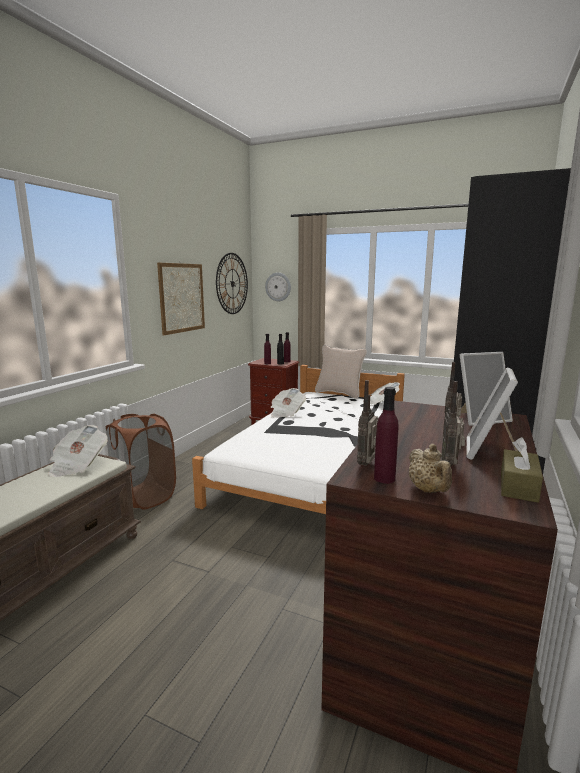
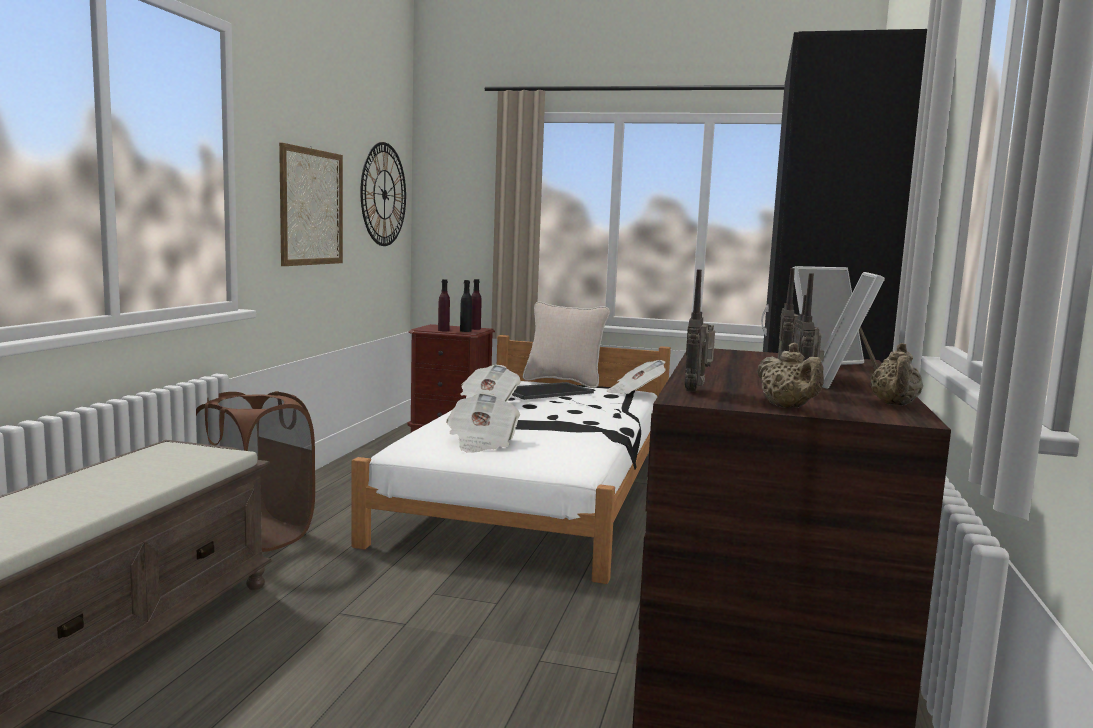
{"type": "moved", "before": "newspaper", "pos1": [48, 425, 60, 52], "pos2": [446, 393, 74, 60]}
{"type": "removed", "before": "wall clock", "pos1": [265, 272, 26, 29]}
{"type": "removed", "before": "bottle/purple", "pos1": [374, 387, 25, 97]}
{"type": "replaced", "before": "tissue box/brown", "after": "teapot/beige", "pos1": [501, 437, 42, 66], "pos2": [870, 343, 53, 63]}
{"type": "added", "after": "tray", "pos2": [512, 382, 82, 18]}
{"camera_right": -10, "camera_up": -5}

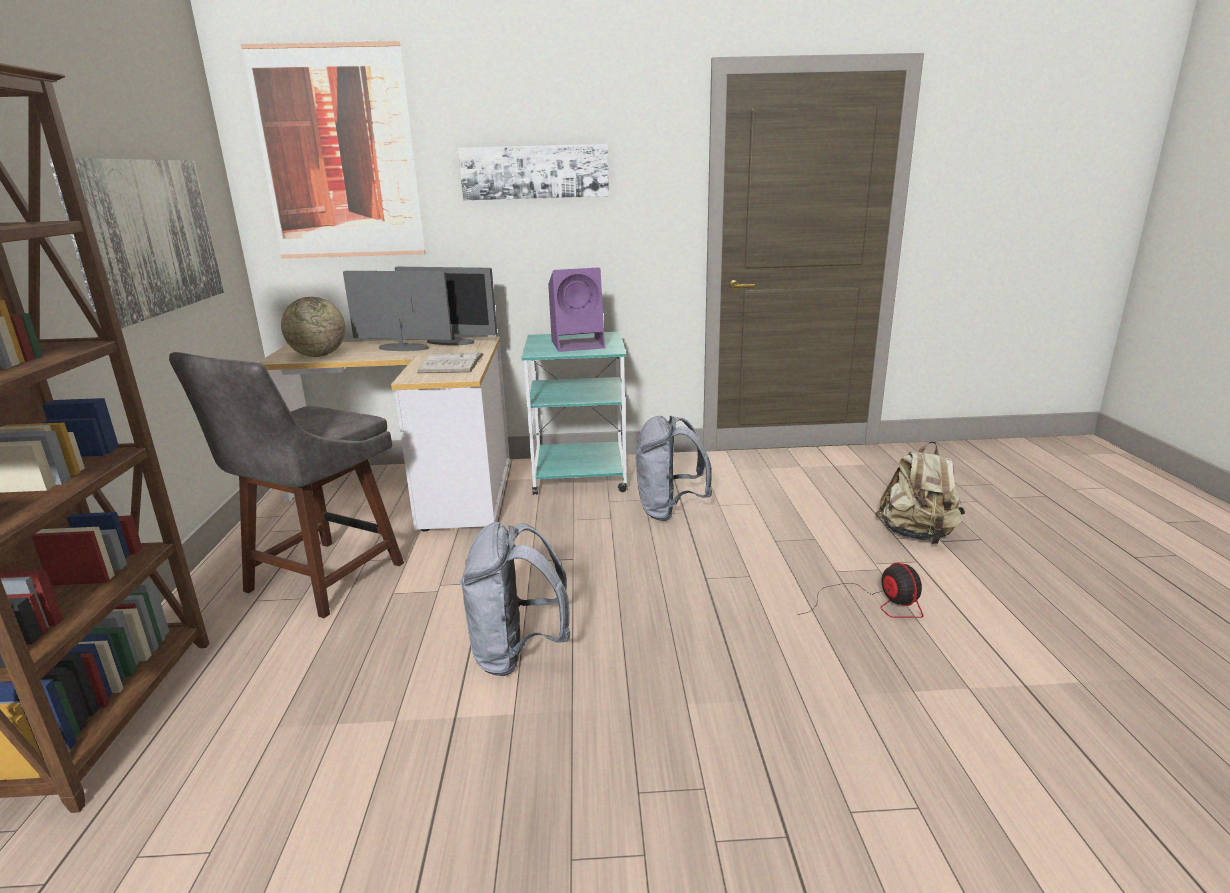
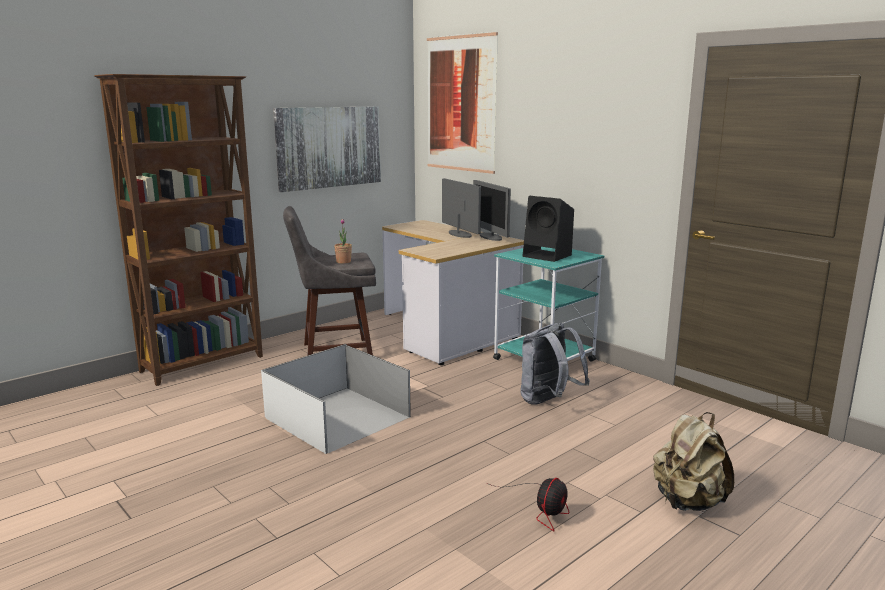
{"type": "removed", "before": "globe", "pos1": [281, 297, 64, 60]}
{"type": "removed", "before": "book/white", "pos1": [417, 349, 67, 24]}
{"type": "removed", "before": "picture", "pos1": [458, 144, 151, 56]}
{"type": "replaced", "before": "backpack/grey", "after": "storage box/white", "pos1": [460, 522, 110, 154], "pos2": [261, 344, 150, 110]}
{"type": "recoloured", "before": "speaker/purple", "after": "speaker/black", "pos1": [548, 267, 57, 85], "pos2": [523, 196, 51, 66]}
{"type": "added", "after": "potted plant", "pos2": [334, 219, 18, 45]}
{"camera_right": 50, "camera_up": -5}

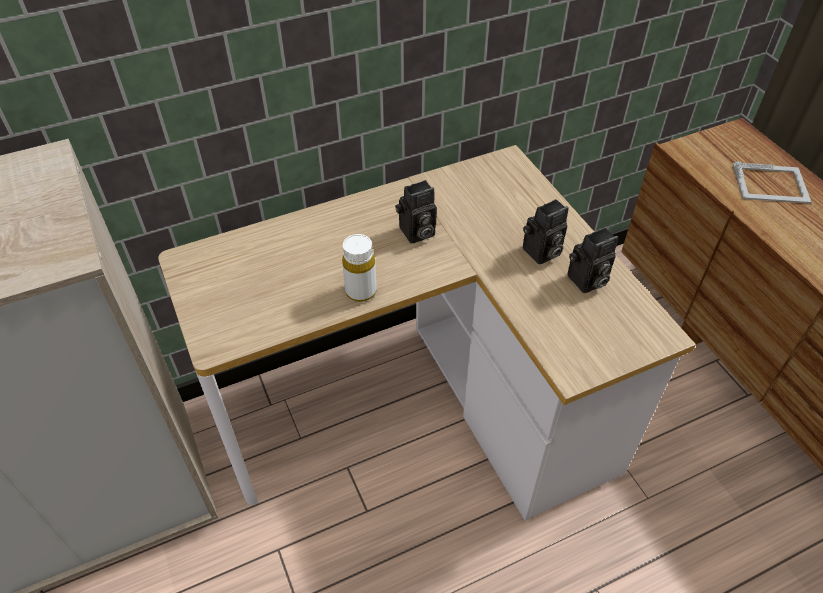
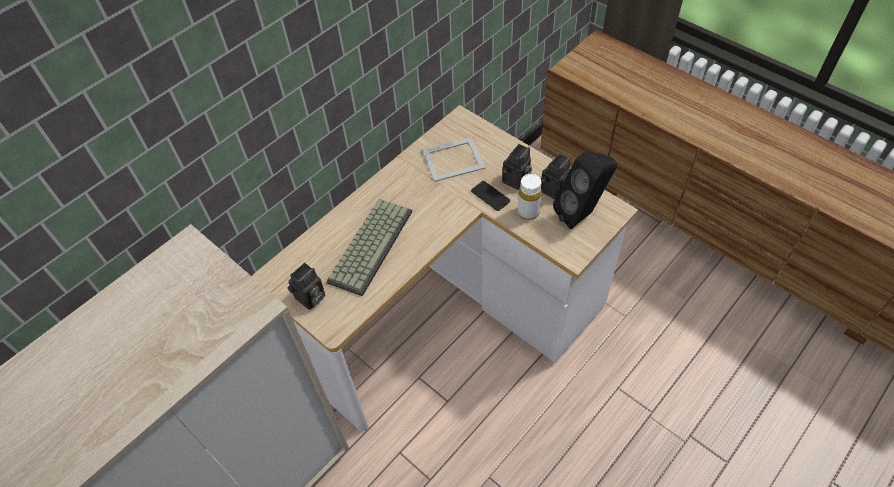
{"type": "moved", "before": "bottle/white", "pos1": [342, 234, 35, 68], "pos2": [518, 174, 24, 46]}
{"type": "moved", "before": "photo camera", "pos1": [395, 180, 42, 64], "pos2": [287, 263, 38, 47]}
{"type": "moved", "before": "picture frame", "pos1": [733, 161, 78, 43], "pos2": [422, 138, 63, 44]}
{"type": "added", "after": "keyboard", "pos2": [326, 199, 86, 97]}
{"type": "added", "after": "phone", "pos2": [471, 181, 39, 30]}
{"type": "added", "after": "speaker/black", "pos2": [553, 151, 64, 78]}
{"camera_right": -20, "camera_up": 5}

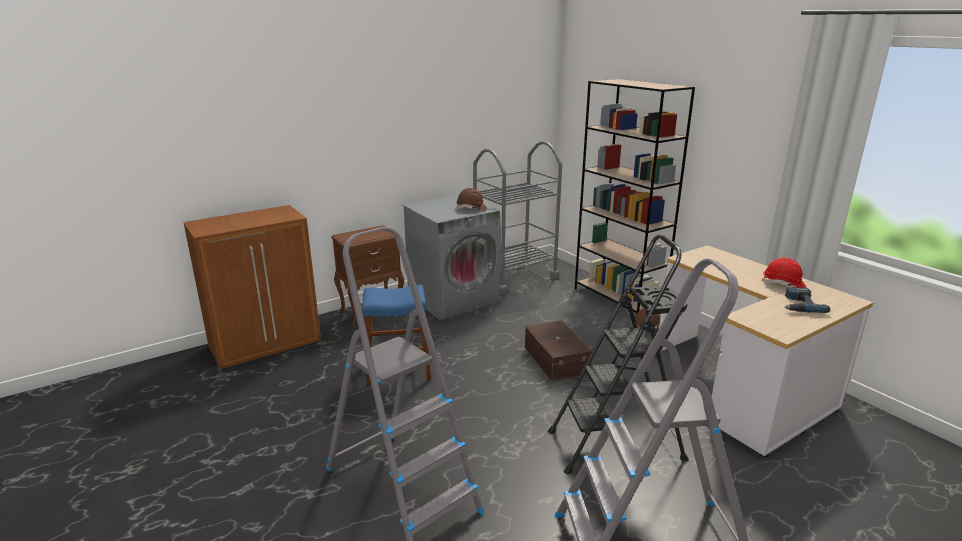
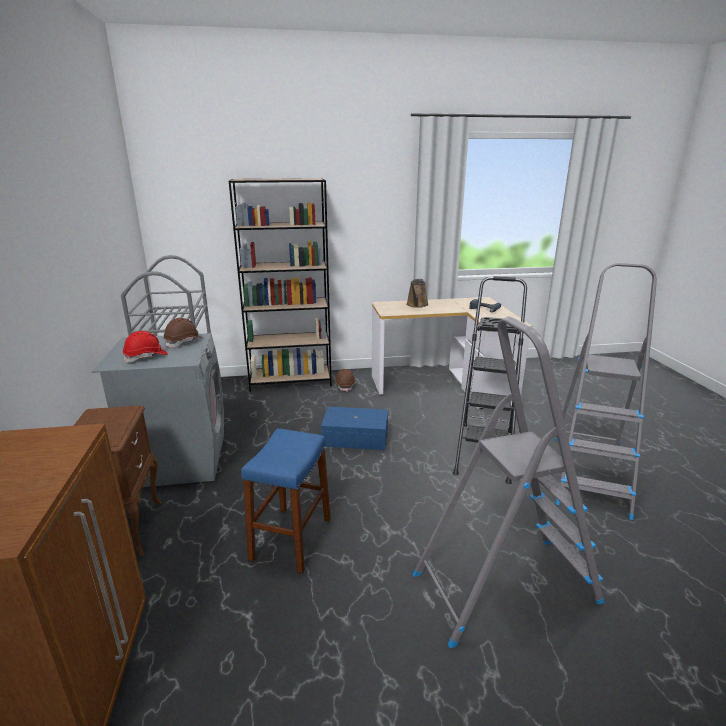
{"type": "recoloured", "before": "storage box/brown", "after": "storage box/blue", "pos1": [525, 320, 67, 61], "pos2": [321, 407, 67, 43]}
{"type": "moved", "before": "hard hat/red", "pos1": [762, 258, 44, 30], "pos2": [123, 331, 45, 31]}
{"type": "added", "after": "watering can/brown", "pos2": [406, 279, 23, 29]}
{"camera_right": -65, "camera_up": 0}

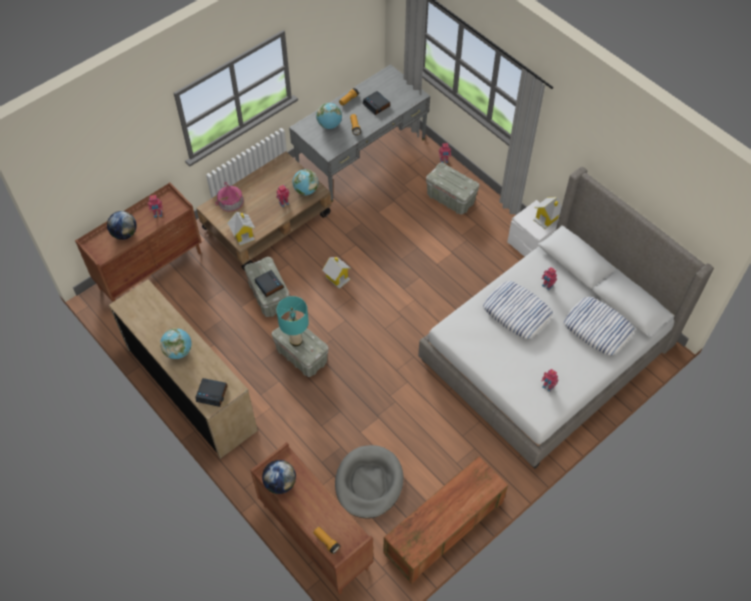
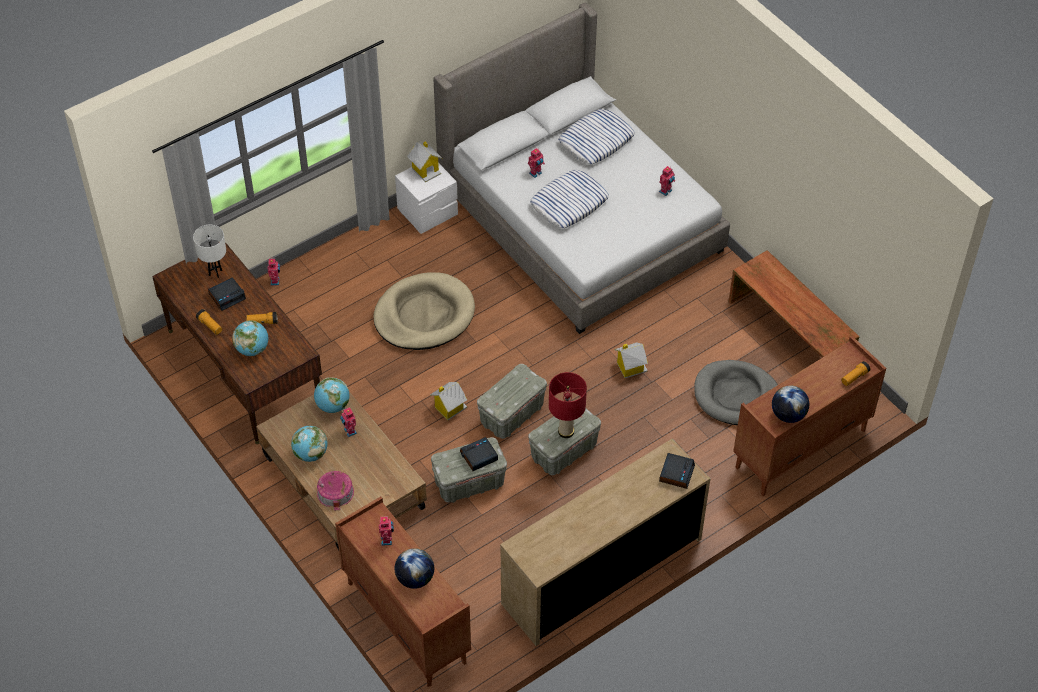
{"type": "moved", "before": "globe", "pos1": [160, 328, 32, 31], "pos2": [291, 426, 36, 36]}
{"type": "moved", "before": "toy house", "pos1": [227, 212, 28, 34], "pos2": [614, 342, 34, 36]}
{"type": "recoloured", "before": "table lamp/turquoise", "after": "table lamp/red", "pos1": [276, 296, 33, 50], "pos2": [549, 372, 38, 66]}
{"type": "recoloured", "before": "desk/grey", "after": "desk/brown", "pos1": [289, 64, 141, 138], "pos2": [152, 242, 170, 202]}
{"type": "moved", "before": "storage box/grey", "pos1": [426, 163, 53, 52], "pos2": [477, 364, 70, 75]}
{"type": "added", "after": "table lamp/white", "pos2": [193, 225, 33, 53]}
{"type": "added", "after": "dog bed/beige", "pos2": [373, 272, 102, 78]}
{"camera_right": -85, "camera_up": -5}

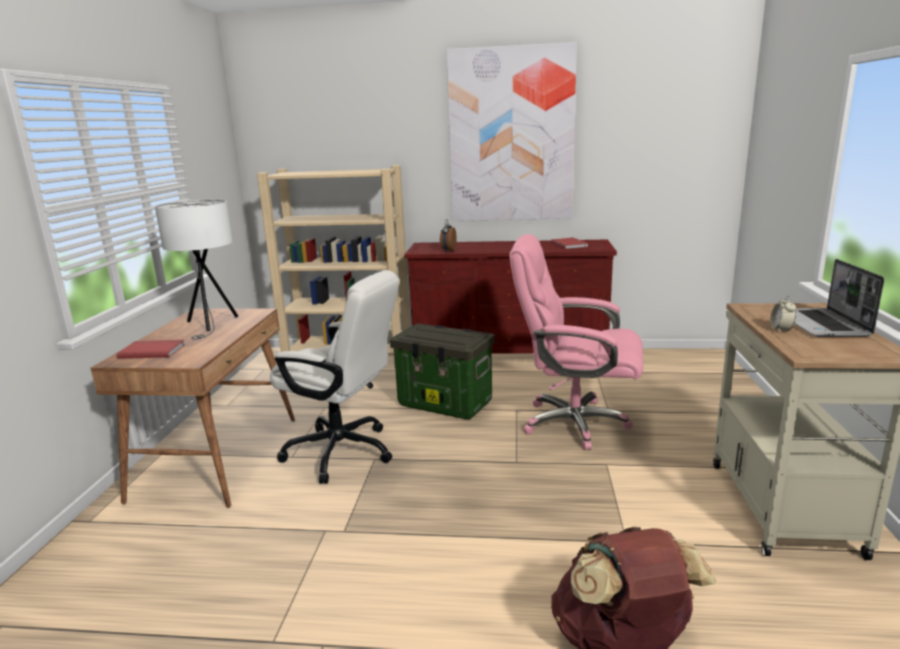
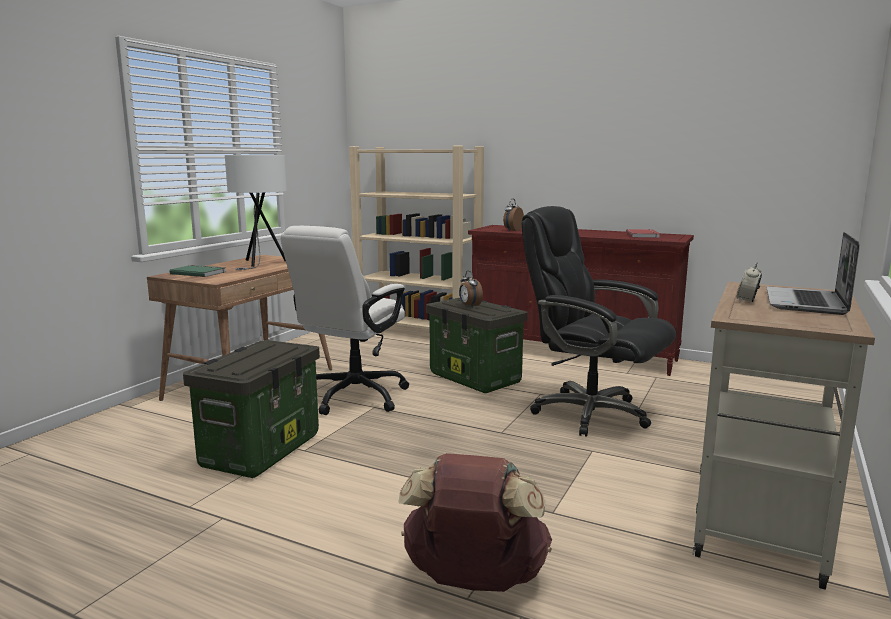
{"type": "recoloured", "before": "book/red", "after": "book/green", "pos1": [117, 340, 68, 19], "pos2": [170, 265, 56, 12]}
{"type": "turned", "before": "office chair/white", "pos1": [270, 270, 130, 214], "pos2": [281, 226, 128, 189], "turn": 75}
{"type": "removed", "before": "picture", "pos1": [446, 42, 131, 179]}
{"type": "recoloured", "before": "office chair/pink", "after": "office chair/black", "pos1": [509, 234, 134, 216], "pos2": [522, 206, 154, 231]}
{"type": "added", "after": "storage box", "pos2": [183, 340, 137, 138]}
{"type": "added", "after": "alarm clock", "pos2": [459, 271, 24, 37]}
{"camera_right": 20, "camera_up": -5}

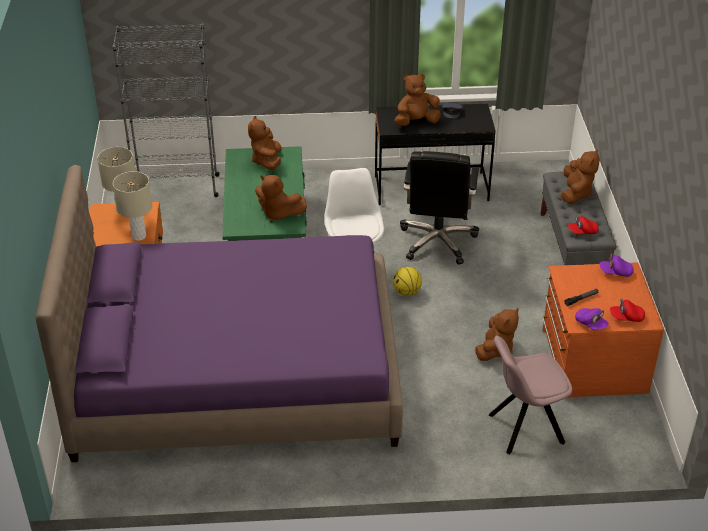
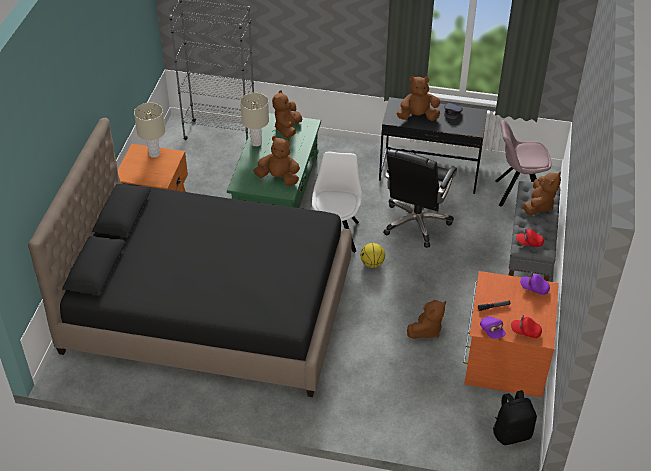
{"type": "recoloured", "before": "bed/purple", "after": "bed/black", "pos1": [35, 165, 368, 297], "pos2": [28, 118, 324, 279]}
{"type": "moved", "before": "table lamp/beige", "pos1": [113, 171, 39, 70], "pos2": [240, 93, 29, 53]}
{"type": "turned", "before": "plush toy/brown", "pos1": [255, 175, 52, 47], "pos2": [253, 136, 47, 50], "turn": 150}
{"type": "moved", "before": "chair/pink", "pos1": [489, 336, 83, 118], "pos2": [495, 120, 57, 87]}
{"type": "added", "after": "backpack/black", "pos2": [493, 390, 44, 55]}
{"camera_right": 15, "camera_up": 5}

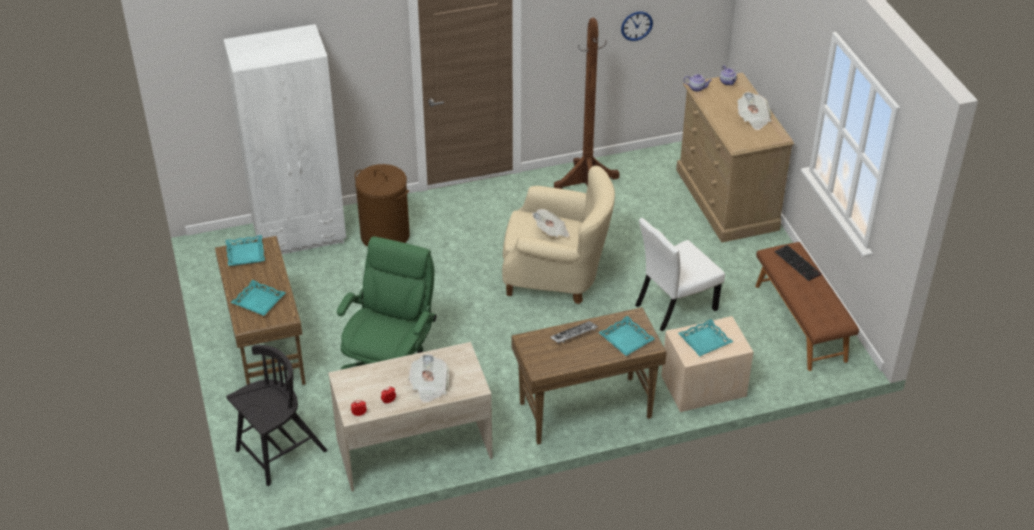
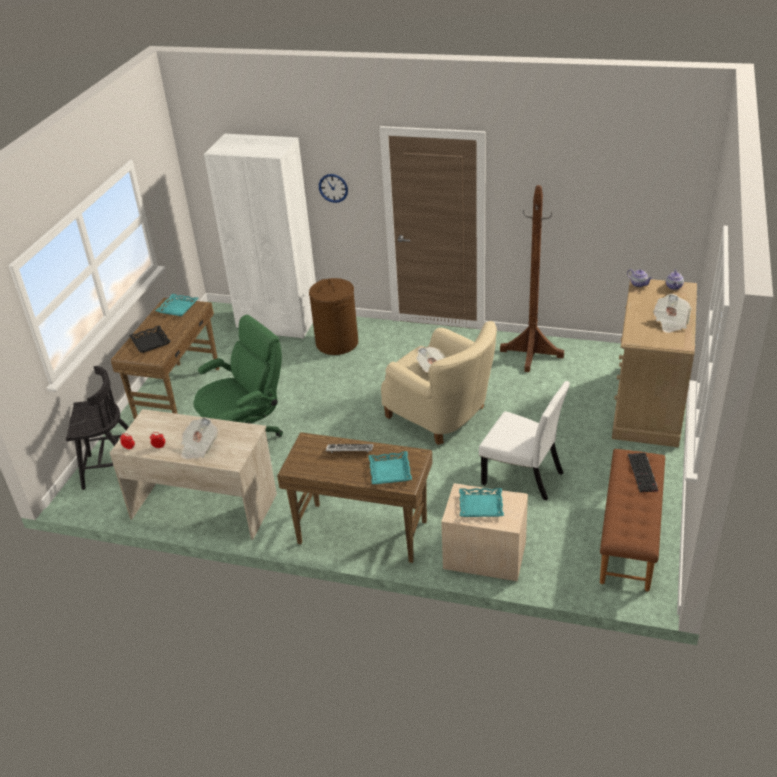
{"type": "recoloured", "before": "tray/turquoise", "after": "tray/black", "pos1": [230, 280, 55, 36], "pos2": [129, 325, 42, 28]}
{"type": "moved", "before": "wall clock", "pos1": [621, 12, 32, 29], "pos2": [319, 174, 29, 29]}
{"type": "turned", "before": "chair/white", "pos1": [635, 218, 90, 113], "pos2": [479, 381, 91, 119], "turn": -150}
{"camera_right": 35, "camera_up": -5}

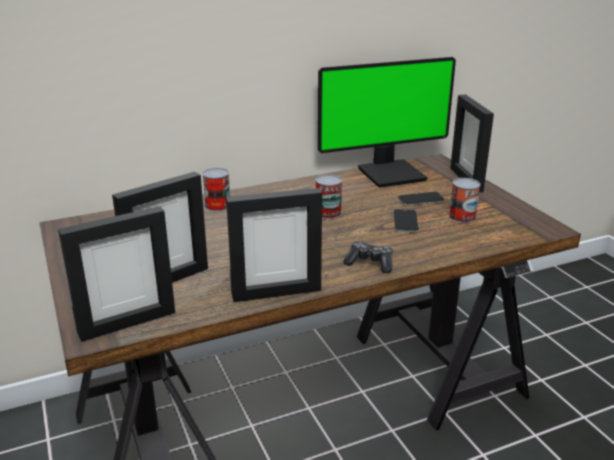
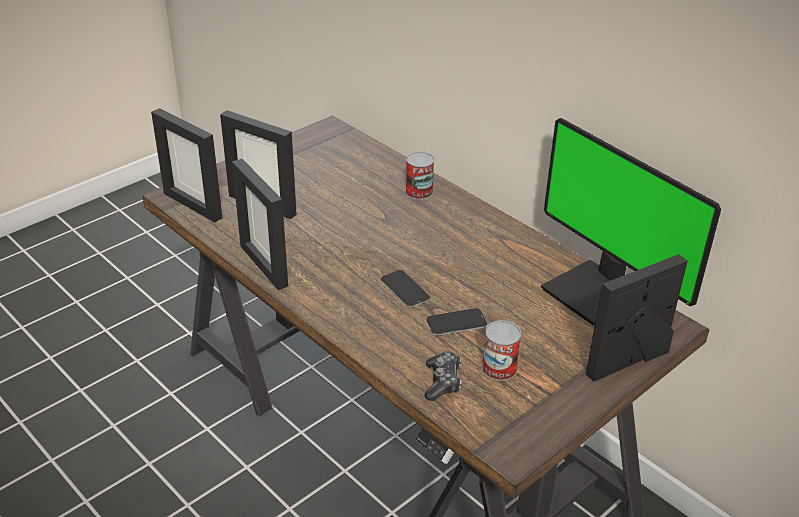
{"type": "removed", "before": "can", "pos1": [315, 174, 27, 45]}
{"type": "moved", "before": "game controller", "pos1": [343, 241, 50, 32], "pos2": [425, 351, 37, 50]}
{"type": "moved", "before": "phone", "pos1": [398, 192, 47, 14], "pos2": [381, 270, 49, 38]}
{"camera_right": 70, "camera_up": 10}

